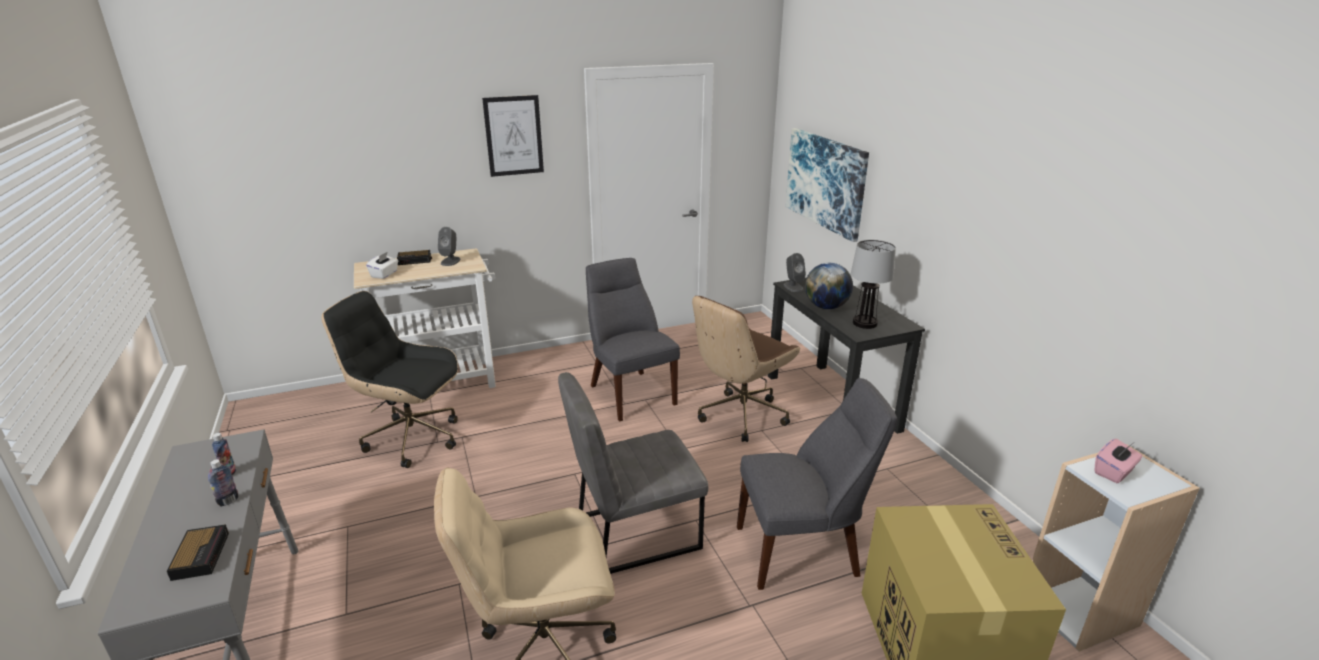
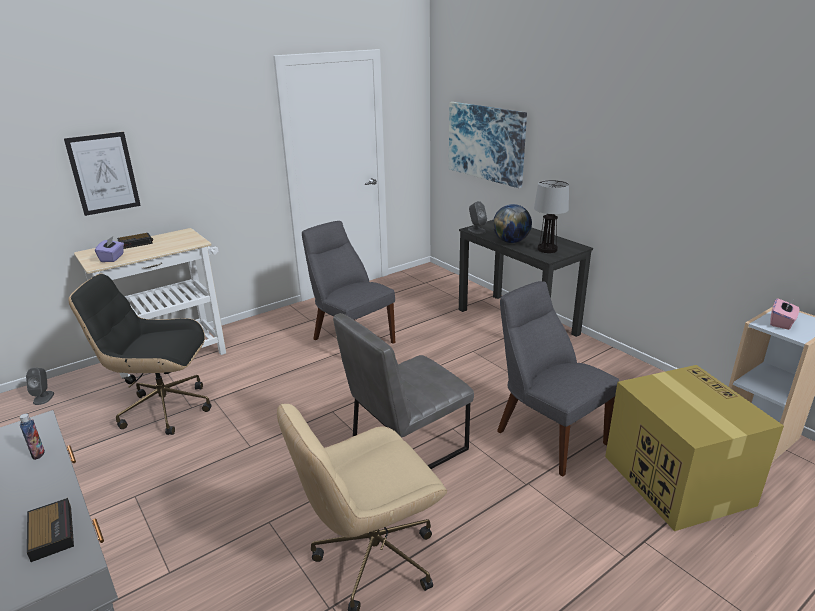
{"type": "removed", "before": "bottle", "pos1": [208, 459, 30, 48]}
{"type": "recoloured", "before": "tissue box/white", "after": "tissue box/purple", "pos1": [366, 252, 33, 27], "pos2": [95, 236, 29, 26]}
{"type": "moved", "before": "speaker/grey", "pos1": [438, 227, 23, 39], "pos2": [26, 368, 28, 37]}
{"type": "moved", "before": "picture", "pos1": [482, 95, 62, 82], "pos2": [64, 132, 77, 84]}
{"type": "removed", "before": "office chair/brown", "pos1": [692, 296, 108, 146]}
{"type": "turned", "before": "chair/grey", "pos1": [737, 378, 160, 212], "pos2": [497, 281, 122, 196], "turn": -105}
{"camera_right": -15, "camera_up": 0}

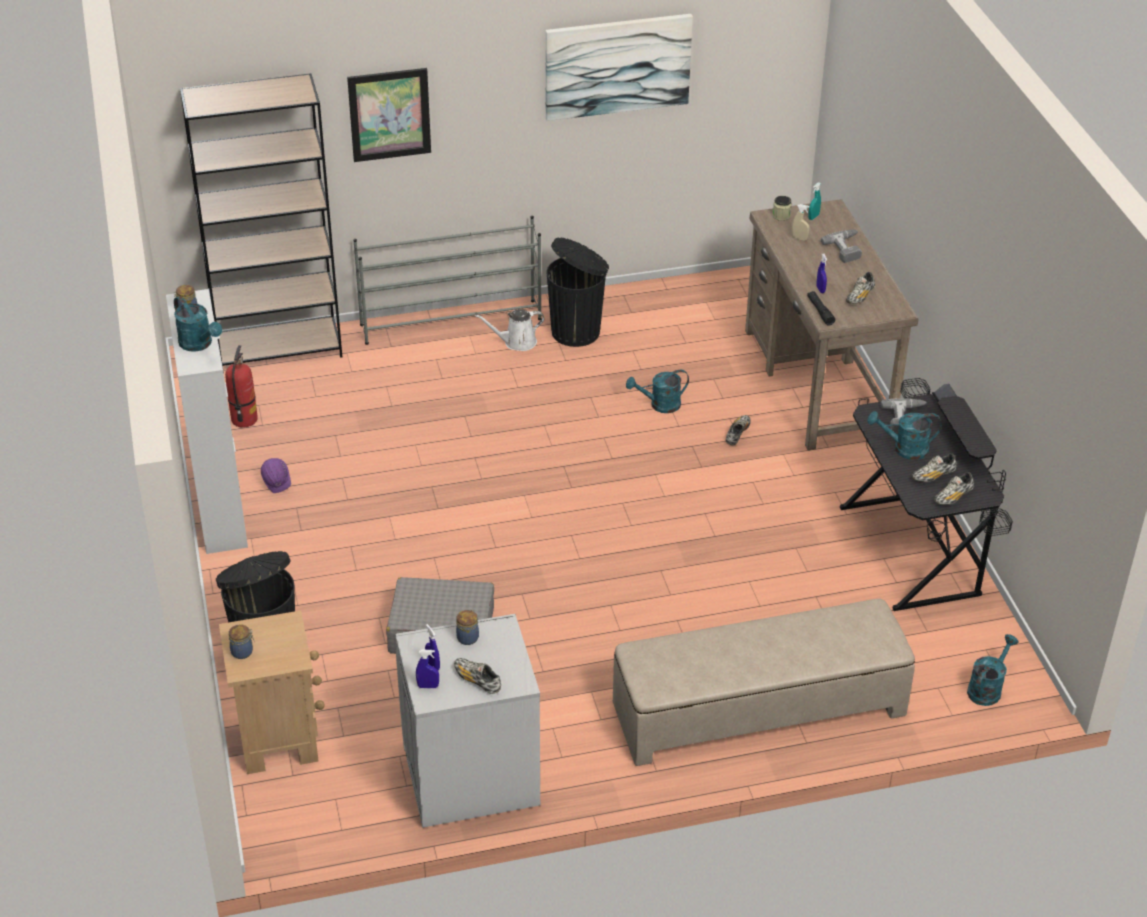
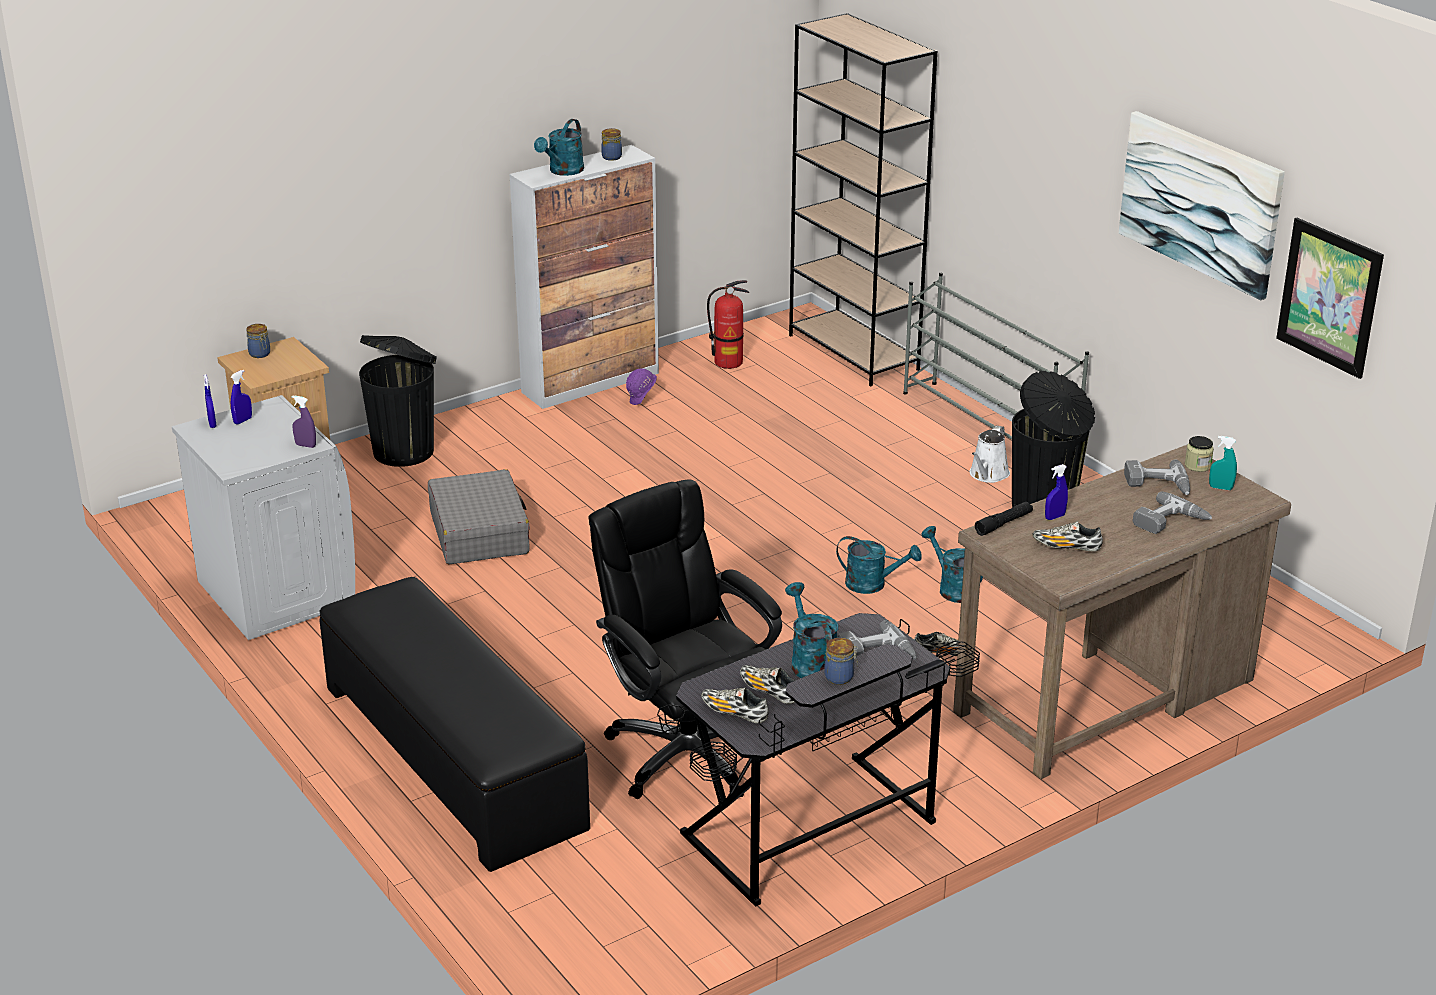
{"type": "moved", "before": "picture", "pos1": [347, 68, 84, 94], "pos2": [1276, 218, 108, 161]}
{"type": "removed", "before": "shoe", "pos1": [454, 658, 47, 36]}
{"type": "moved", "before": "jar", "pos1": [456, 610, 23, 35], "pos2": [824, 638, 34, 47]}
{"type": "turned", "before": "watering can/white", "pos1": [475, 309, 69, 42], "pos2": [969, 425, 41, 58], "turn": -120}
{"type": "recoloured", "before": "bench/beige", "after": "bench/black", "pos1": [613, 599, 302, 167], "pos2": [319, 577, 271, 295]}
{"type": "replaced", "before": "spray bottle/beige", "after": "power drill", "pos1": [792, 204, 18, 37], "pos2": [1124, 459, 66, 36]}
{"type": "moved", "before": "watering can/turquoise", "pos1": [967, 634, 51, 72], "pos2": [836, 536, 86, 58]}
{"type": "added", "after": "spray bottle/purple", "pos2": [292, 396, 24, 52]}
{"type": "added", "after": "office chair/black", "pos2": [588, 479, 194, 320]}
{"camera_right": 70, "camera_up": -10}

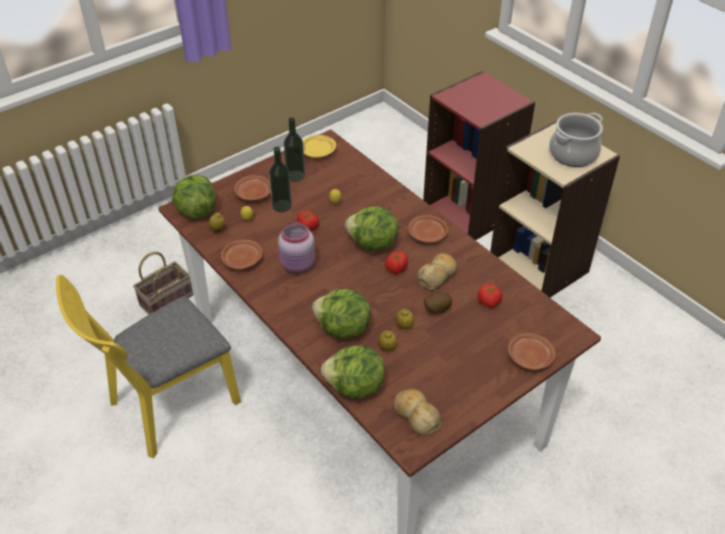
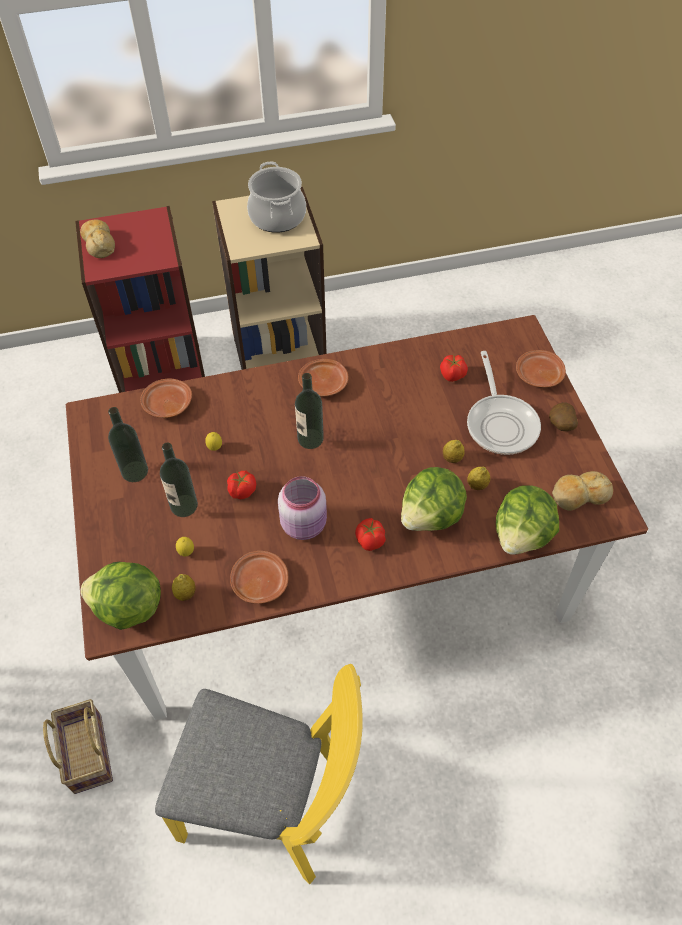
{"type": "turned", "before": "chair/yellow", "pos1": [56, 275, 185, 183], "pos2": [155, 664, 208, 220], "turn": -60}
{"type": "moved", "before": "plate/brown", "pos1": [234, 175, 37, 26], "pos2": [140, 379, 52, 39]}
{"type": "removed", "before": "plate/yellow", "pos1": [303, 135, 33, 23]}
{"type": "replaced", "before": "lettuce", "after": "bottle", "pos1": [345, 206, 54, 45], "pos2": [295, 373, 29, 76]}
{"type": "moved", "before": "tomato", "pos1": [385, 251, 23, 23], "pos2": [355, 518, 31, 33]}
{"type": "moved", "before": "bread", "pos1": [417, 253, 40, 37], "pos2": [80, 220, 35, 38]}
{"type": "moved", "before": "potato", "pos1": [424, 292, 28, 22], "pos2": [549, 402, 29, 29]}
{"type": "added", "after": "frying pan", "pos2": [467, 351, 74, 104]}
{"camera_right": -65, "camera_up": 10}

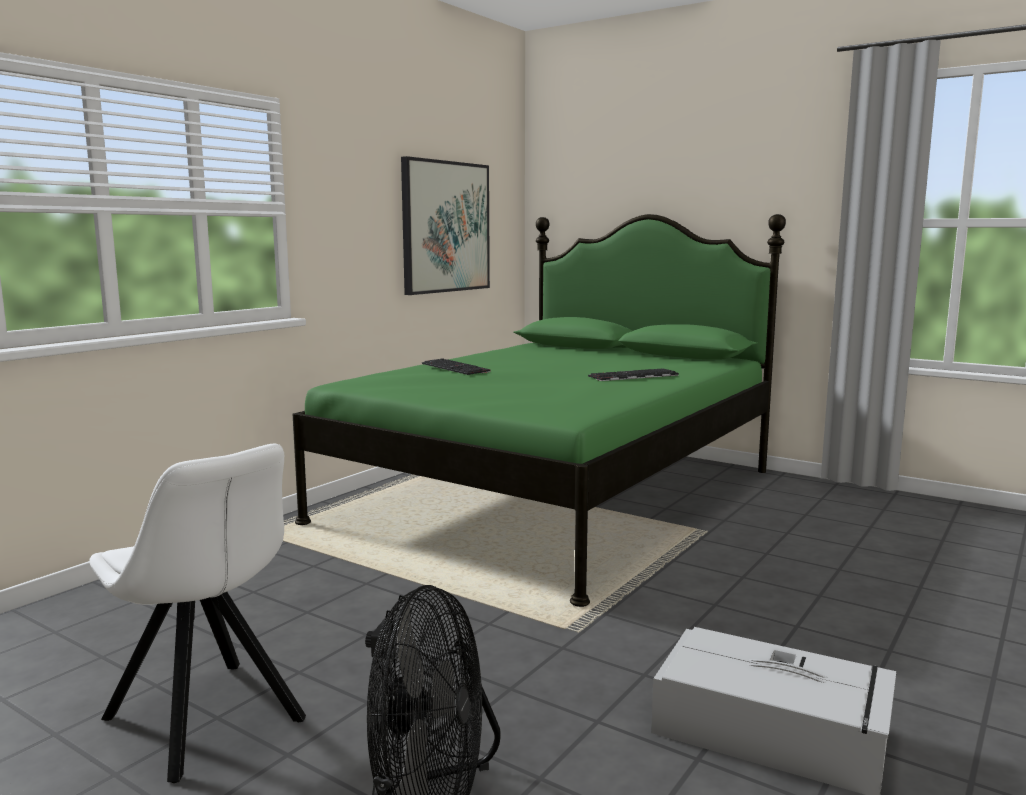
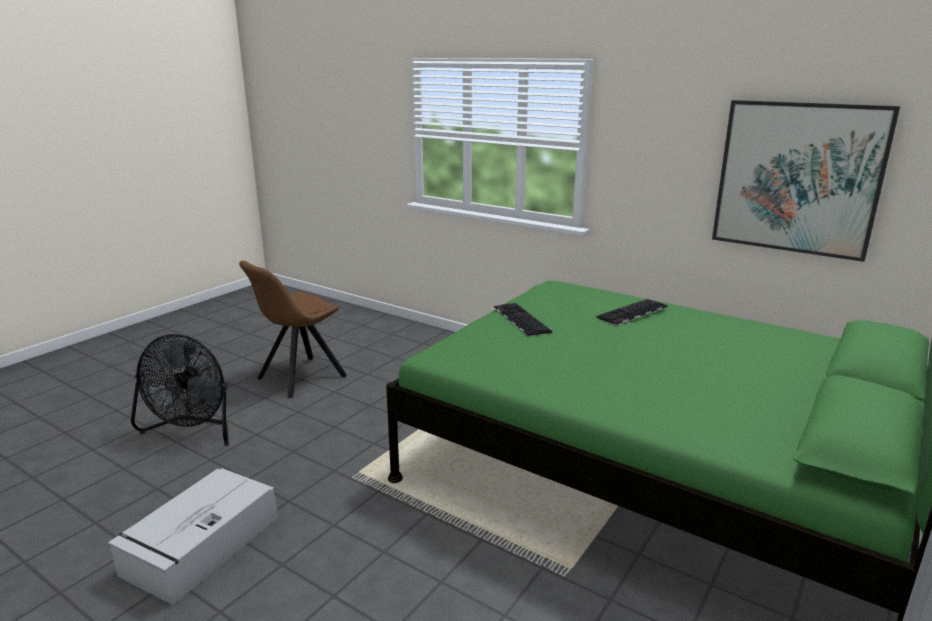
{"type": "recoloured", "before": "chair/white", "after": "chair/brown", "pos1": [89, 444, 217, 339], "pos2": [239, 260, 108, 138]}
{"type": "moved", "before": "keyboard", "pos1": [588, 368, 91, 13], "pos2": [494, 303, 58, 33]}
{"camera_right": 90, "camera_up": 10}

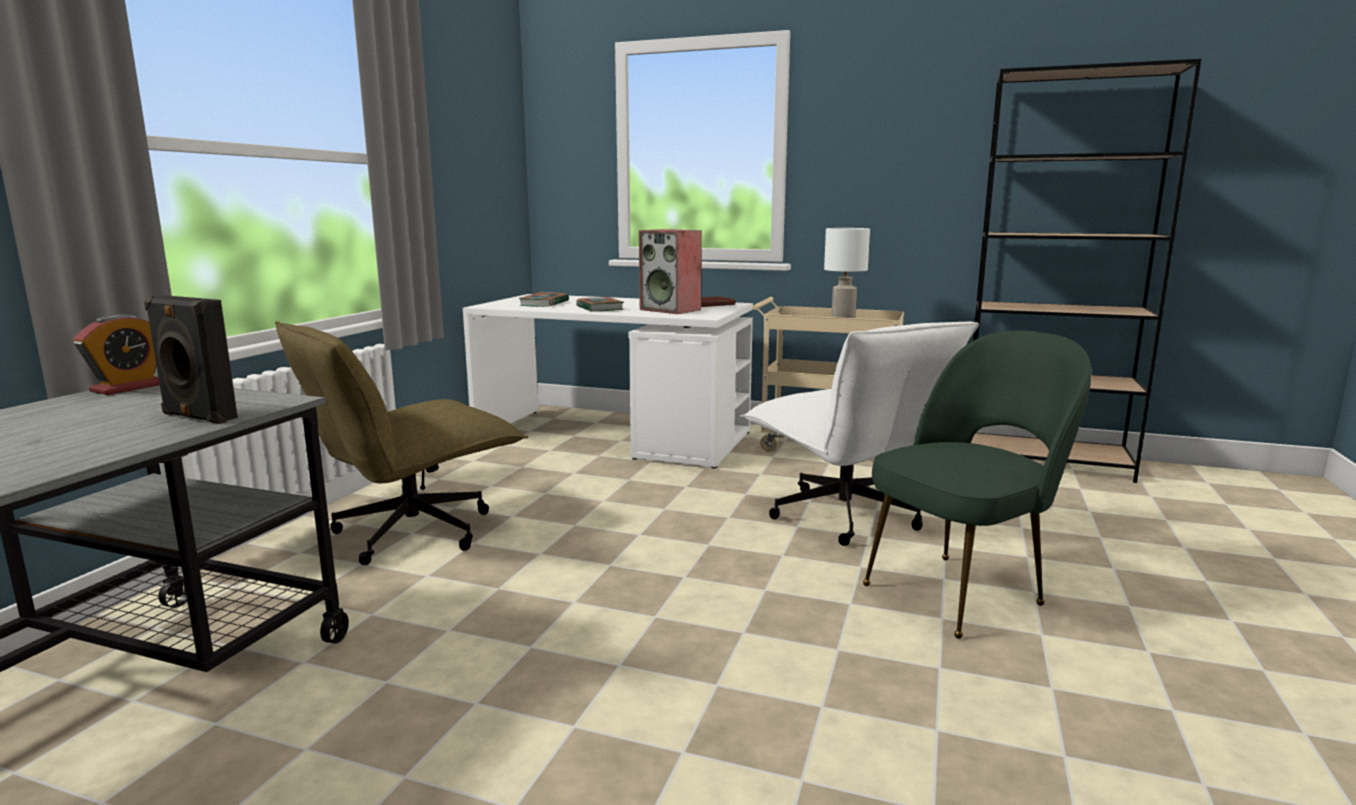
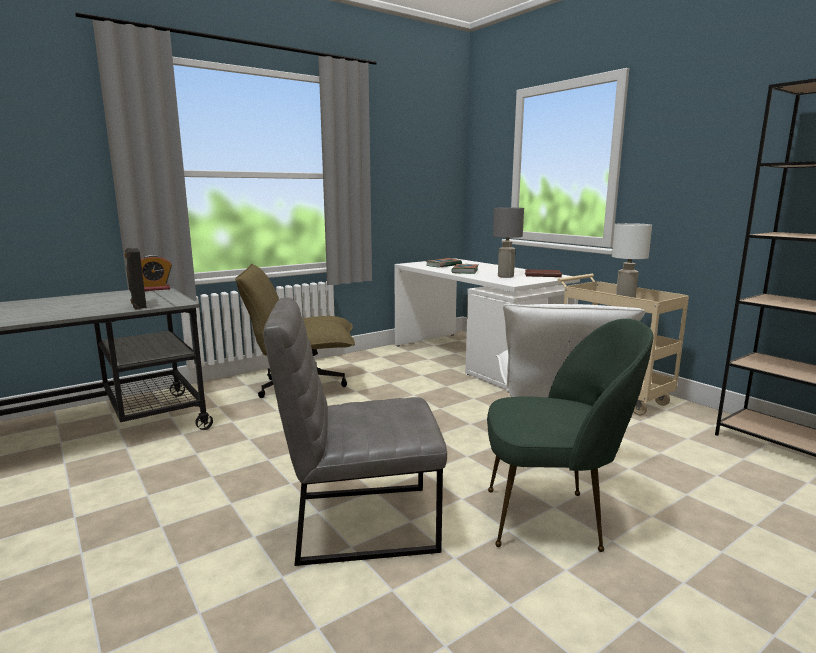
{"type": "replaced", "before": "speaker", "after": "table lamp/grey", "pos1": [639, 229, 63, 85], "pos2": [493, 208, 31, 70]}
{"type": "added", "after": "chair/grey", "pos2": [263, 297, 184, 269]}
{"camera_right": 35, "camera_up": 0}

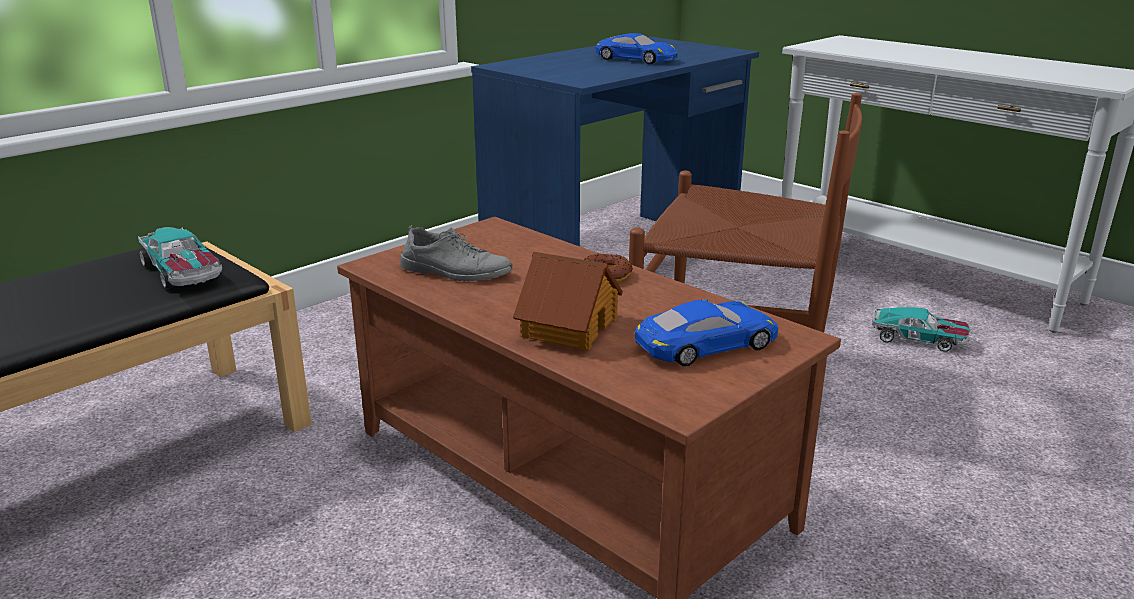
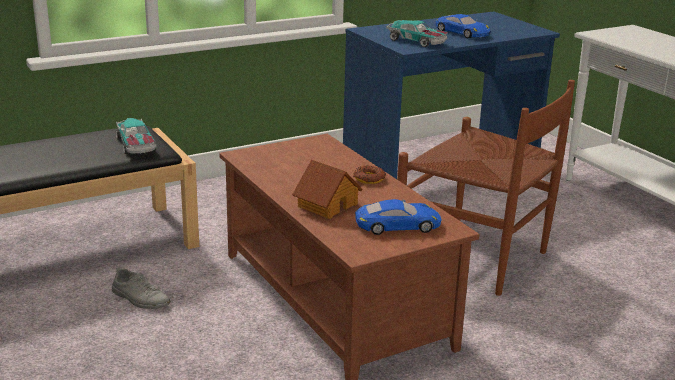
{"type": "moved", "before": "shoe/grey", "pos1": [400, 225, 113, 57], "pos2": [112, 267, 59, 42]}
{"type": "moved", "before": "toy car", "pos1": [872, 307, 98, 45], "pos2": [386, 20, 62, 27]}
{"camera_right": 15, "camera_up": 0}

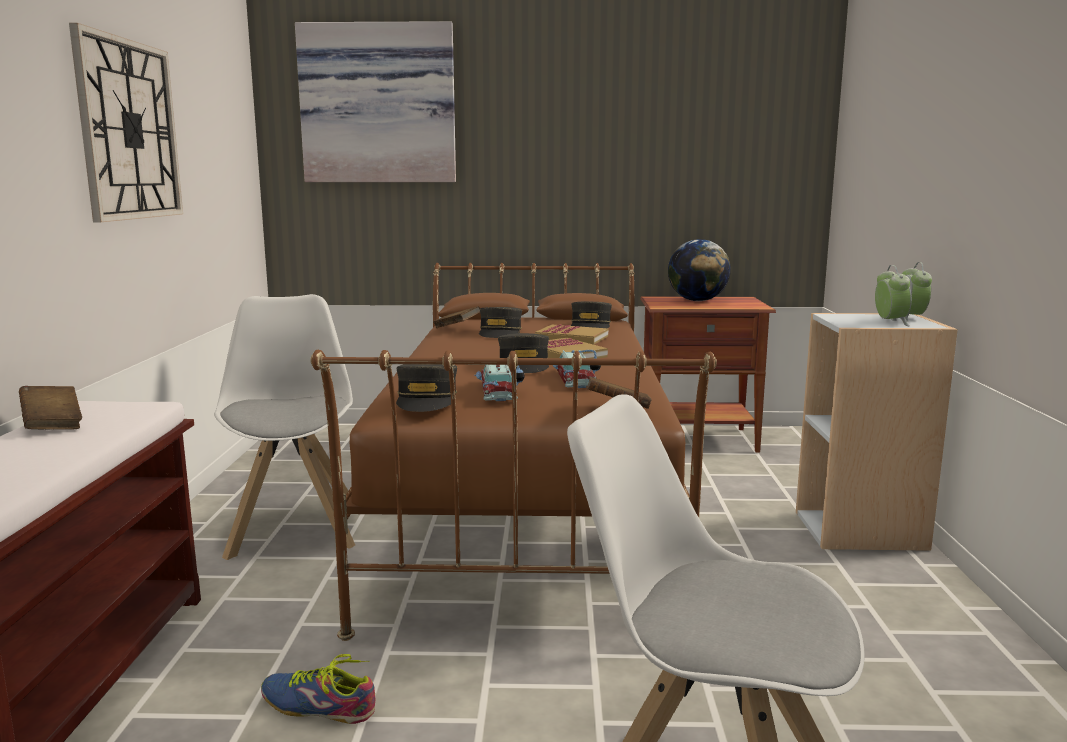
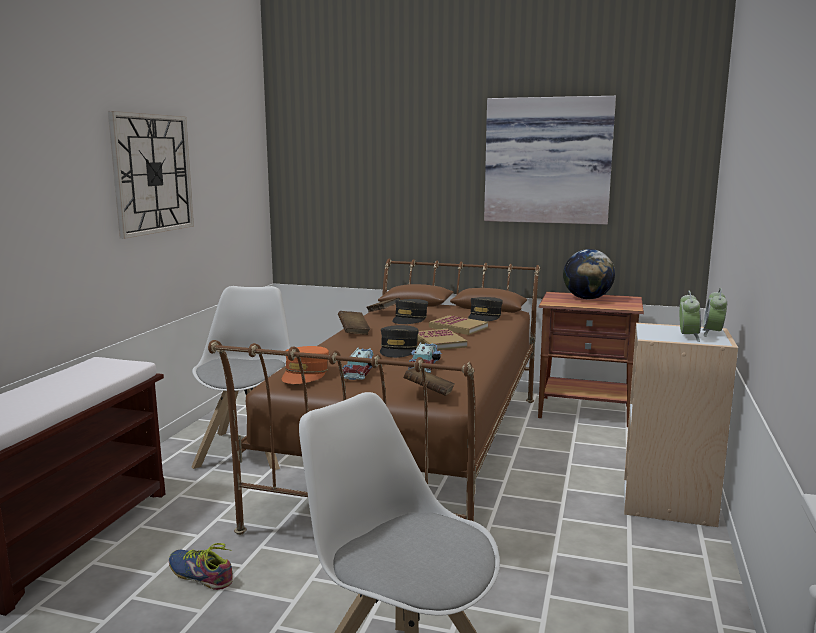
{"type": "moved", "before": "book/brown", "pos1": [19, 386, 63, 44], "pos2": [338, 311, 32, 24]}
{"type": "moved", "before": "picture", "pos1": [295, 21, 161, 161], "pos2": [484, 96, 132, 129]}
{"type": "recoloured", "before": "cap/grey", "after": "cap/orange", "pos1": [396, 364, 61, 48], "pos2": [282, 346, 47, 38]}
{"camera_right": 15, "camera_up": 0}

